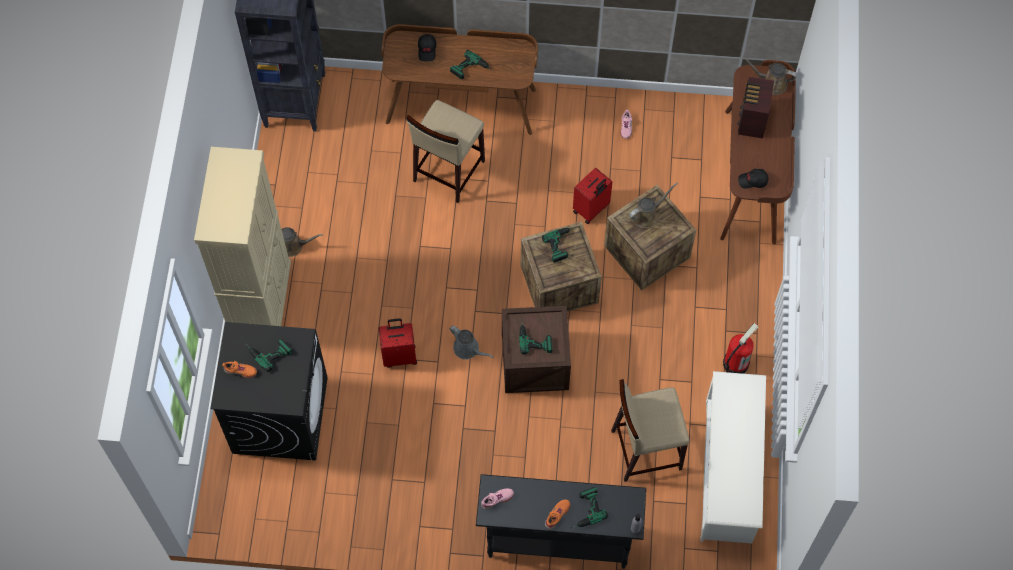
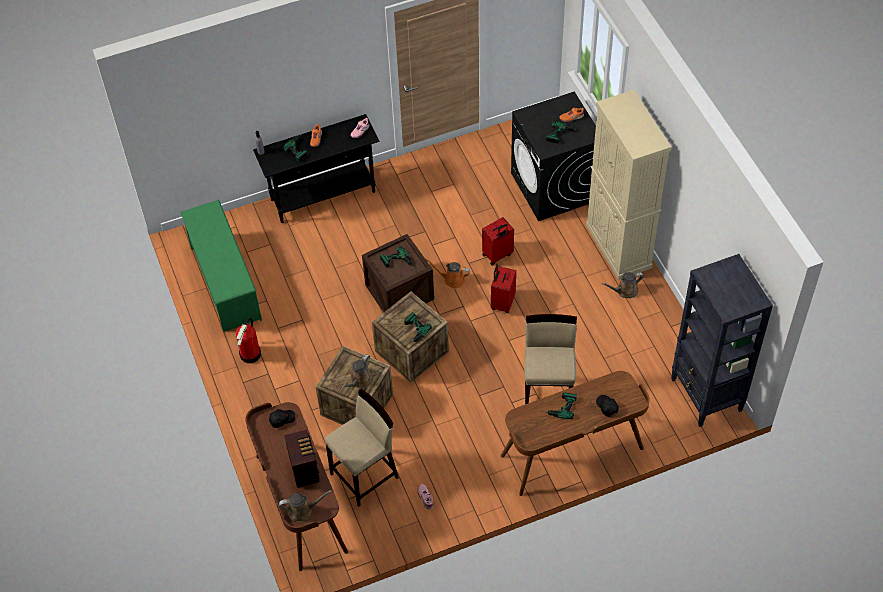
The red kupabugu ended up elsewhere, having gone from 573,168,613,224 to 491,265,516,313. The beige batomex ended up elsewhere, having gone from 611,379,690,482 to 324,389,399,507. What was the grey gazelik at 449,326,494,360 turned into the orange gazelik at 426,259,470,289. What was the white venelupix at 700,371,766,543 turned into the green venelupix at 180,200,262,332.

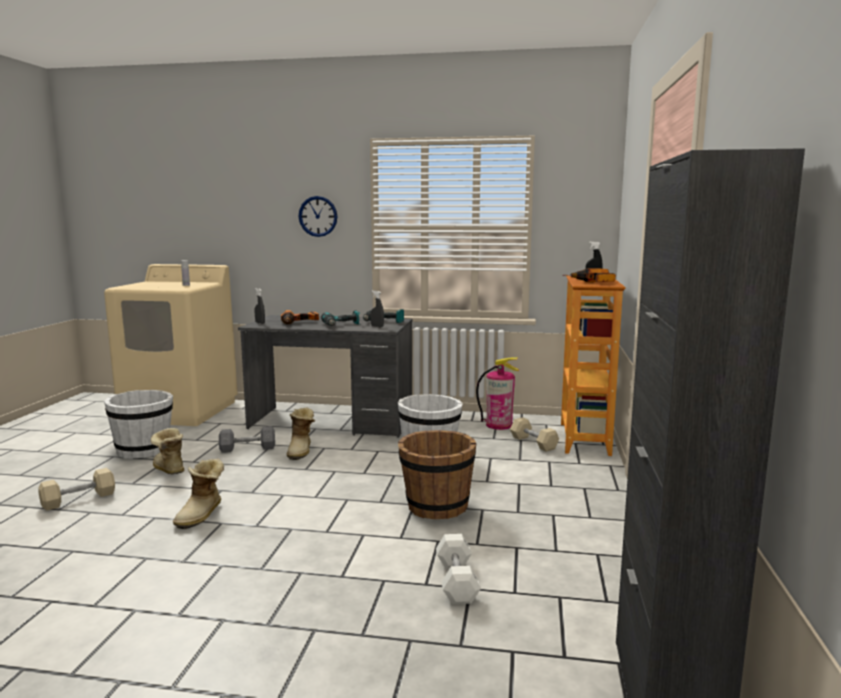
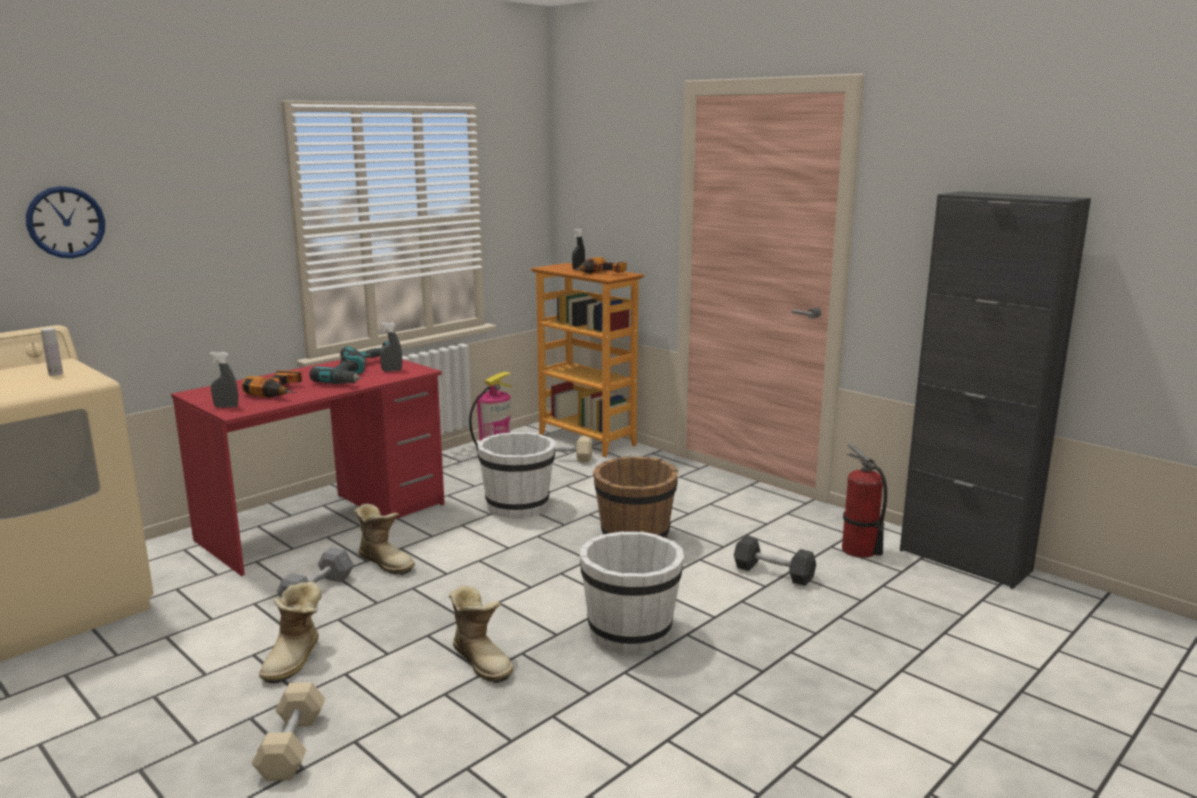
The second view gained the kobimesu at 842,443,887,558. The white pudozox ended up elsewhere, having gone from 104,390,173,459 to 580,531,684,655. The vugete ended up elsewhere, having gone from 299,196,337,237 to 26,186,105,258. What was the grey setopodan at 238,315,412,438 turned into the red setopodan at 171,356,445,576. What was the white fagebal at 436,534,481,604 turned into the black fagebal at 734,536,816,586. The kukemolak at 151,428,184,474 ended up facing another way, 75 degrees counterclockwise from before.

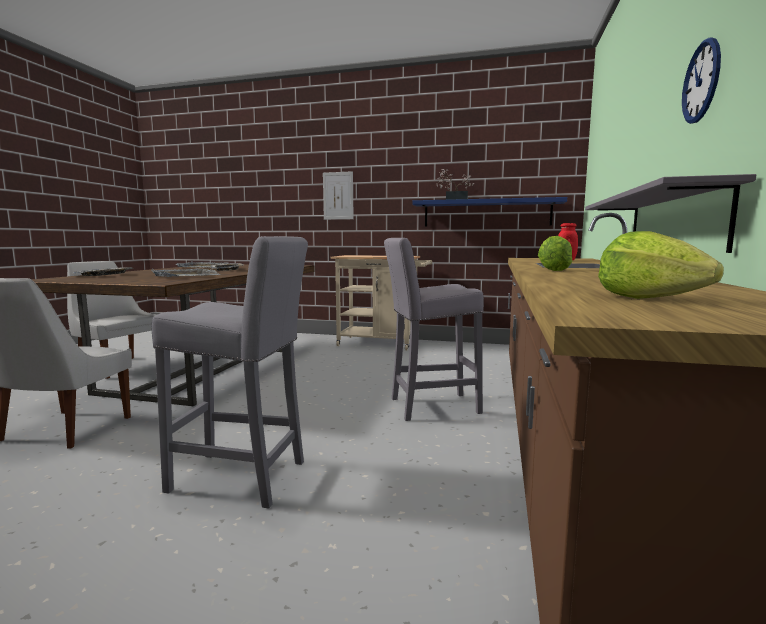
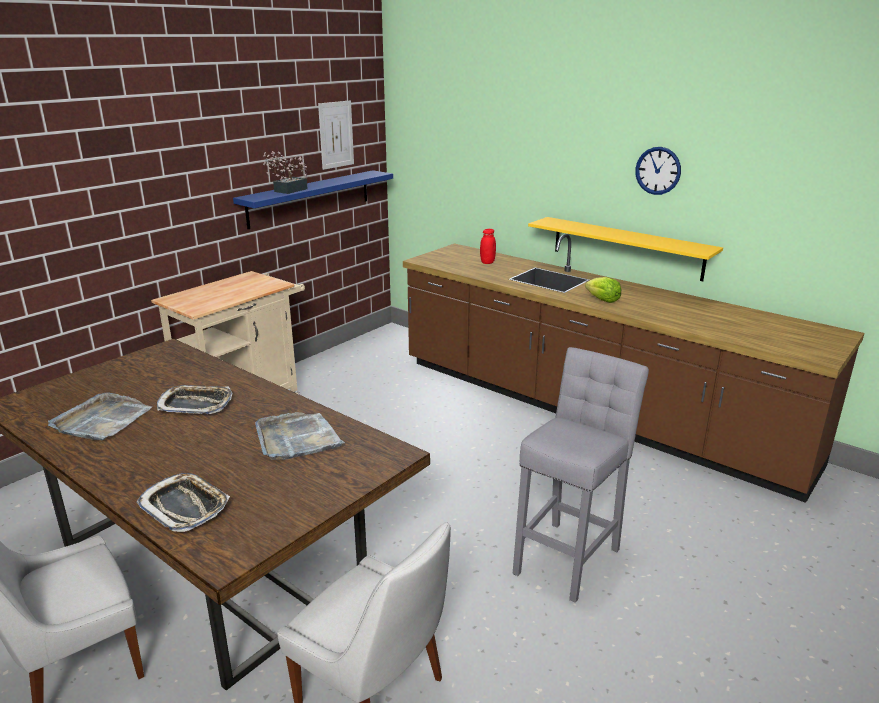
The second view lost the grey batomex at 384,238,484,421. The second view lost the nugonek at 598,231,724,299. The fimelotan ended up elsewhere, having gone from 323,171,354,220 to 318,100,354,170. What was the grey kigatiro at 585,174,756,253 turned into the yellow kigatiro at 528,217,723,281.

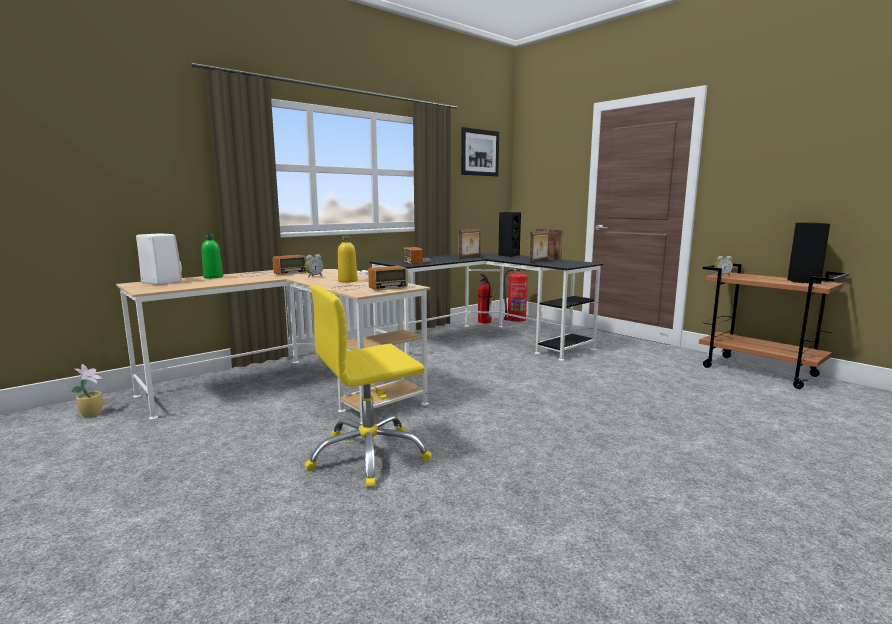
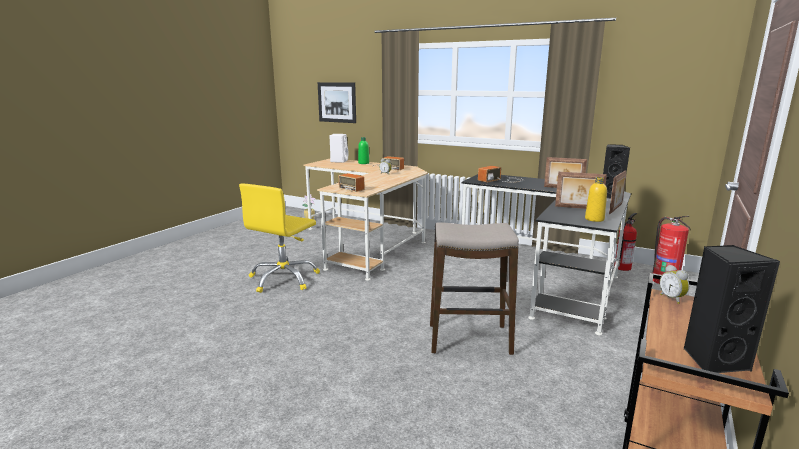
The second view gained the batomex at 430,222,519,355. The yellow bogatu ended up elsewhere, having gone from 338,236,358,283 to 585,177,607,222. The fimelotan ended up elsewhere, having gone from 461,127,499,176 to 318,82,356,123. The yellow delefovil at 305,285,432,488 ended up facing another way, 105 degrees counterclockwise from before.

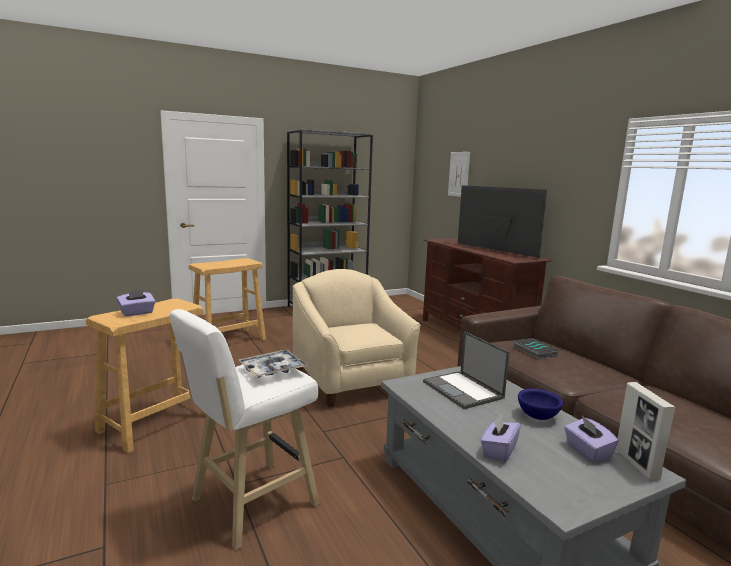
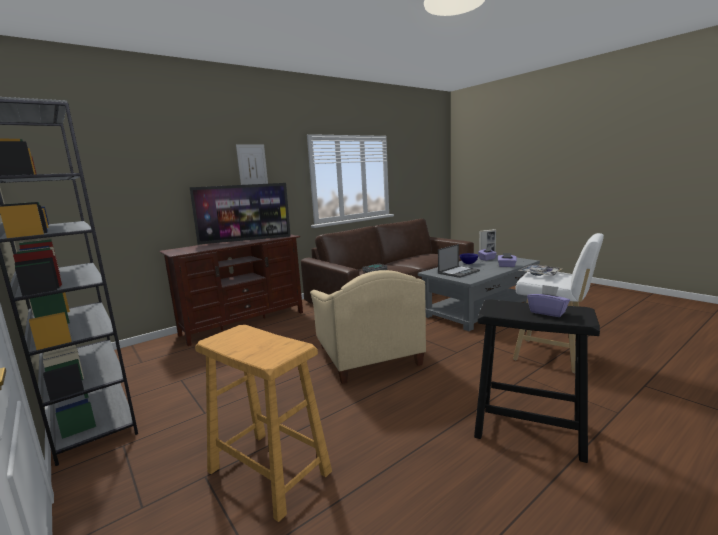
The fimelotan ended up elsewhere, having gone from 448,152,470,197 to 236,145,268,185. What was the beige batomex at 86,298,206,453 turned into the black batomex at 474,299,600,463. The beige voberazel at 293,269,421,407 ended up facing another way, 75 degrees counterclockwise from before. The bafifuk at 458,185,547,258 ended up facing another way, 150 degrees counterclockwise from before.

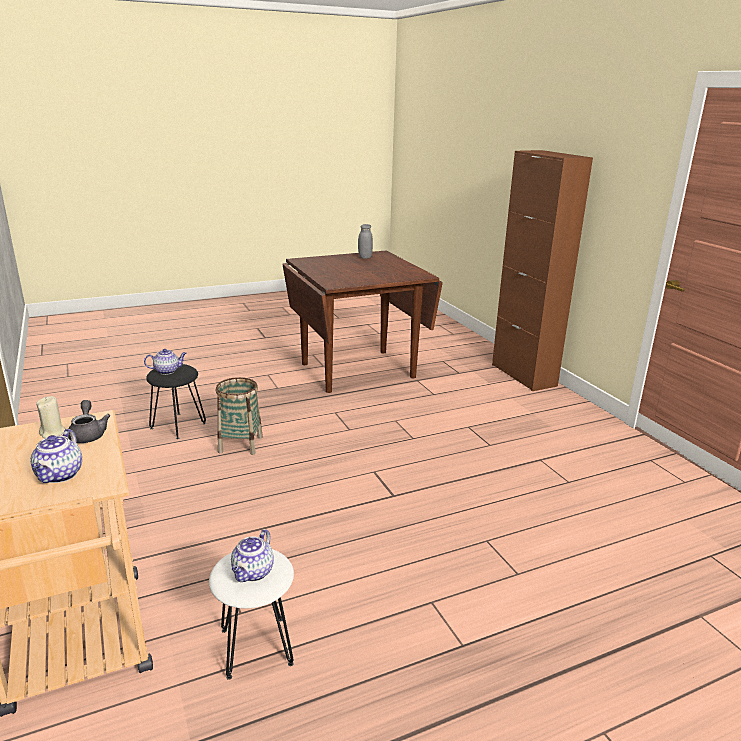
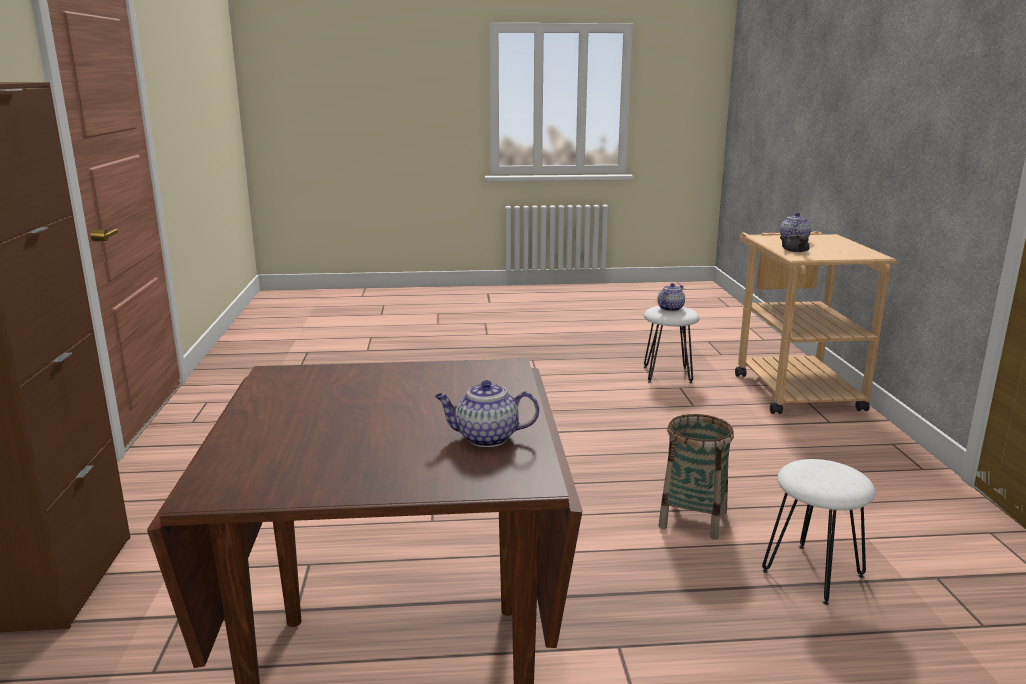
The second view lost the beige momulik at 36,396,66,438. The second view lost the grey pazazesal at 358,224,373,259. The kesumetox ended up elsewhere, having gone from 144,349,186,375 to 435,380,539,447. What was the black batomex at 146,364,206,439 turned into the white batomex at 762,459,876,605.

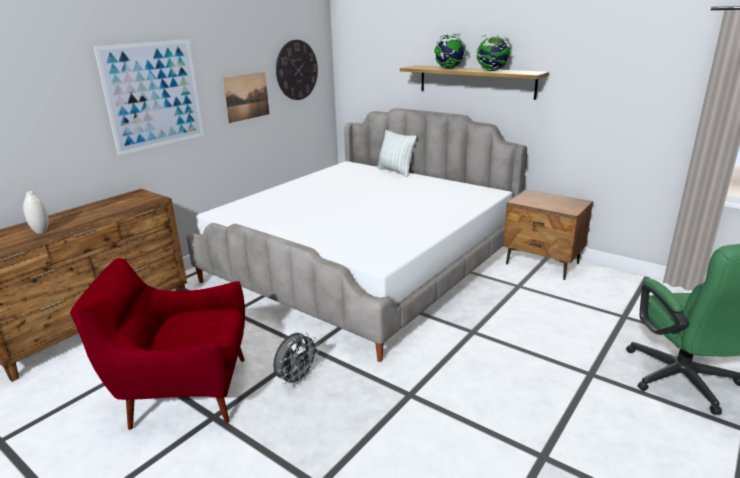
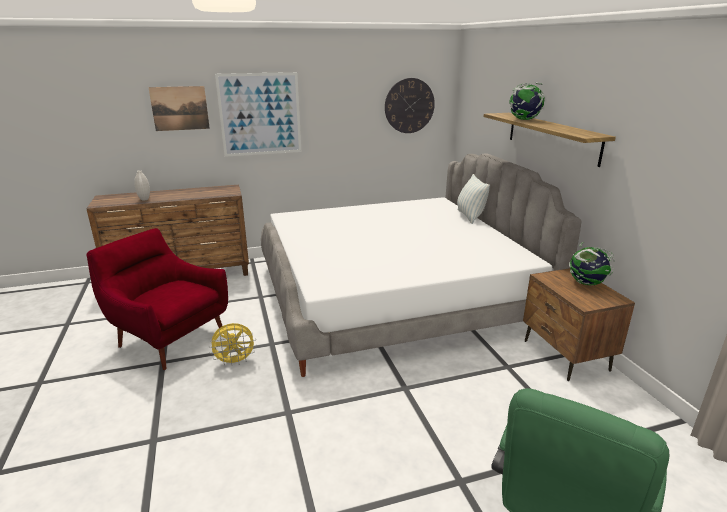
The fimelotan ended up elsewhere, having gone from 223,72,269,123 to 148,86,210,131. The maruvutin ended up elsewhere, having gone from 476,35,512,71 to 569,242,615,285. What was the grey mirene at 273,333,319,387 turned into the yellow mirene at 209,323,257,366.

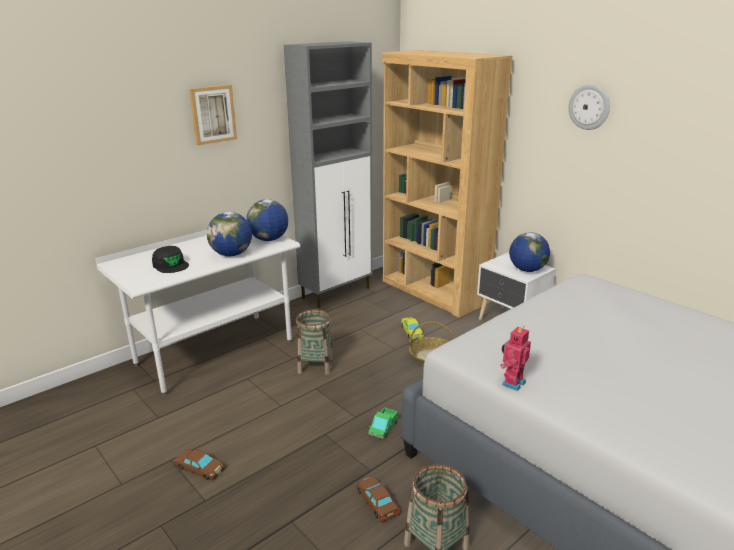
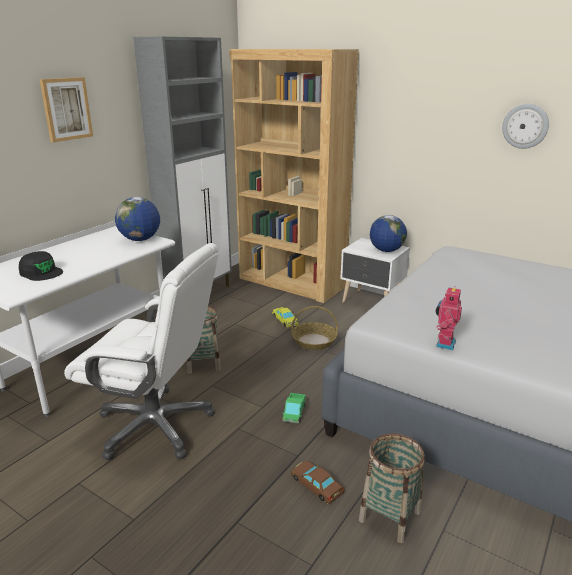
The second view lost the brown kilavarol at 174,449,225,480. The second view lost the maruvutin at 207,212,252,256. The second view gained the white delefovil at 64,243,219,460. The vugete ended up elsewhere, having gone from 569,84,610,130 to 502,104,549,149.

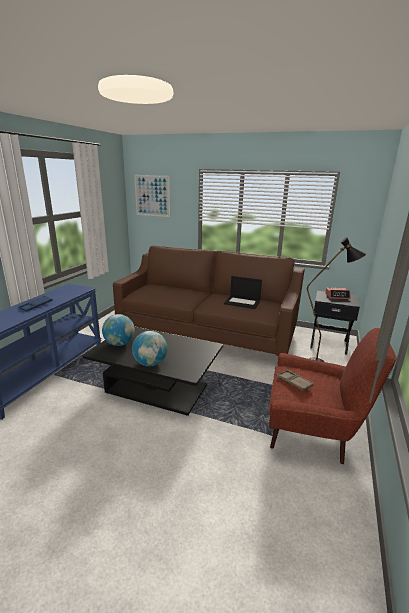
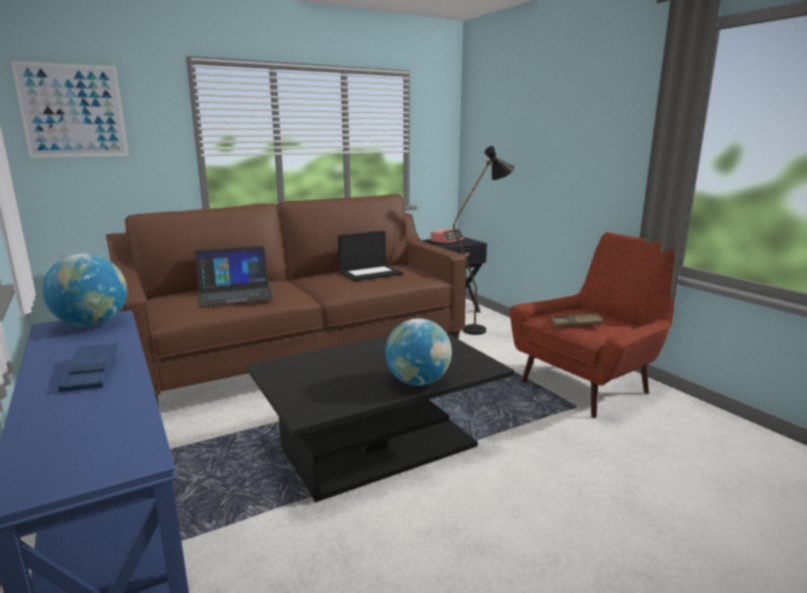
The second view gained the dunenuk at 195,246,274,307. The maruvutin ended up elsewhere, having gone from 102,314,135,346 to 42,254,127,327.

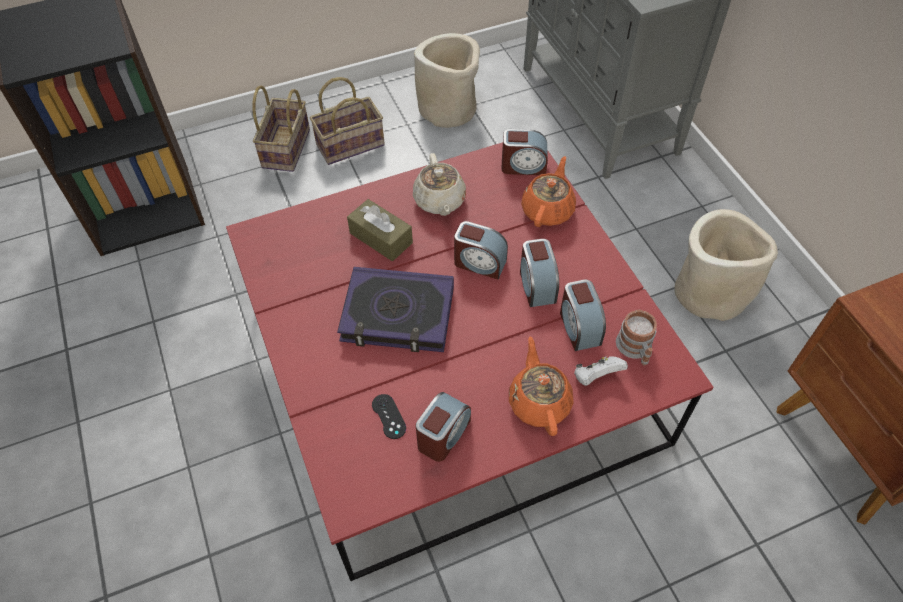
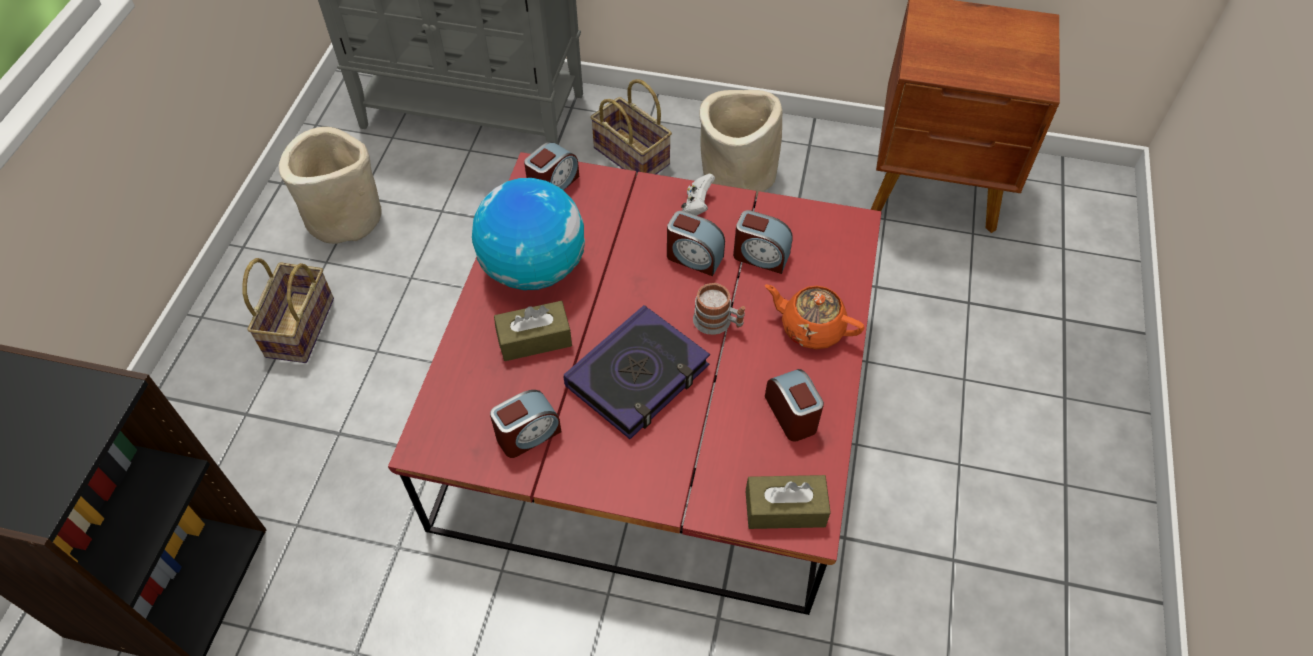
The second view lost the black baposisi at 372,394,406,439. The second view lost the orange kesumetox at 521,156,576,227. The second view gained the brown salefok at 746,475,831,529. The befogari ended up elsewhere, having gone from 252,86,310,172 to 590,79,672,177. The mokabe ended up elsewhere, having gone from 454,221,508,279 to 490,390,561,458. The white baposisi ended up elsewhere, having gone from 574,356,628,386 to 681,173,715,216. The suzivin ended up elsewhere, having gone from 616,310,657,365 to 693,283,745,335. Where the beige kesumetox stood at 413,153,466,216, the maruvutin came to stand at 472,178,585,290.

